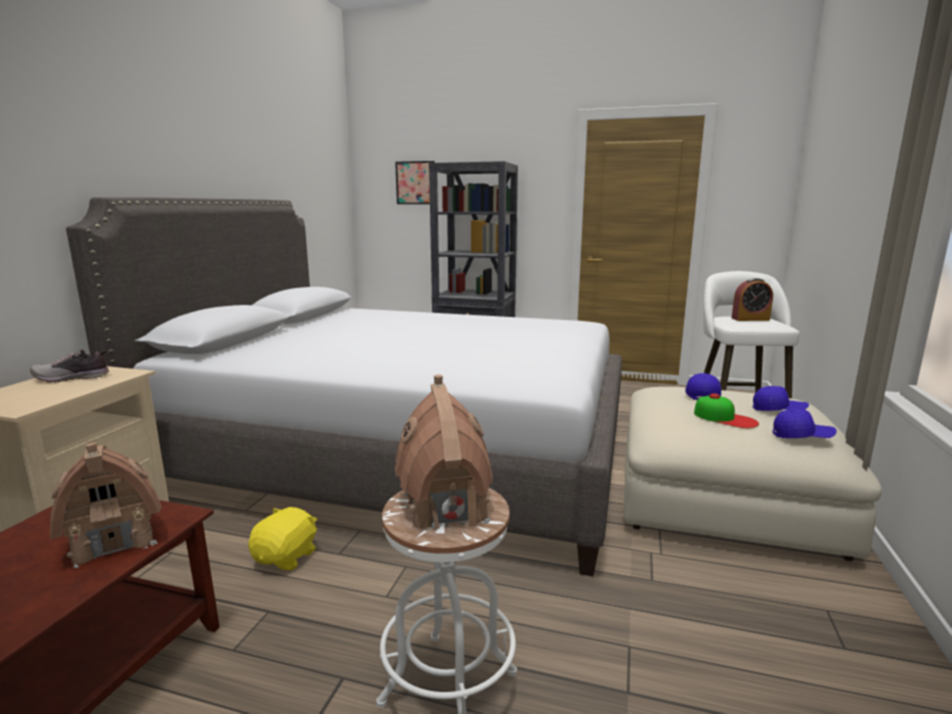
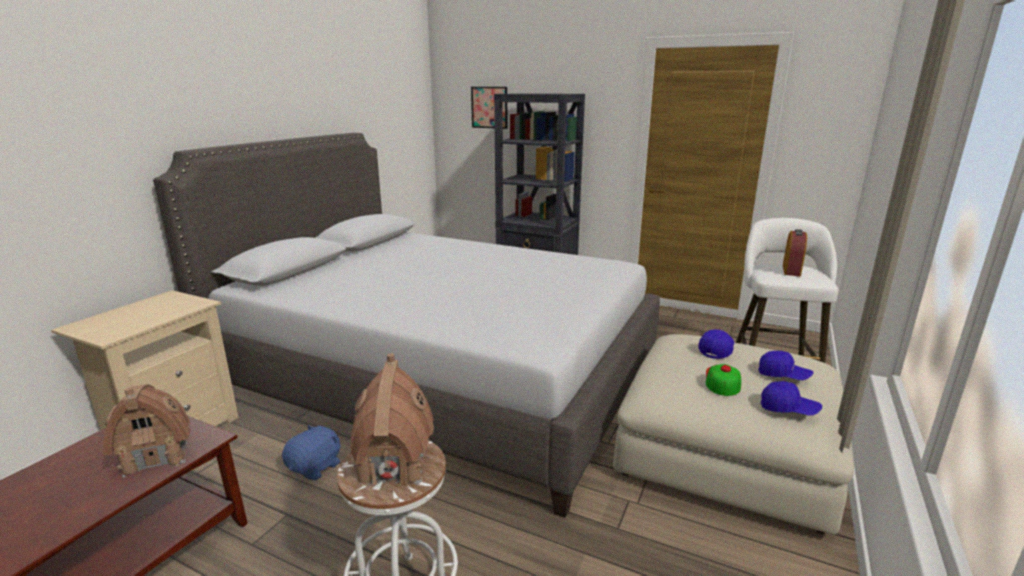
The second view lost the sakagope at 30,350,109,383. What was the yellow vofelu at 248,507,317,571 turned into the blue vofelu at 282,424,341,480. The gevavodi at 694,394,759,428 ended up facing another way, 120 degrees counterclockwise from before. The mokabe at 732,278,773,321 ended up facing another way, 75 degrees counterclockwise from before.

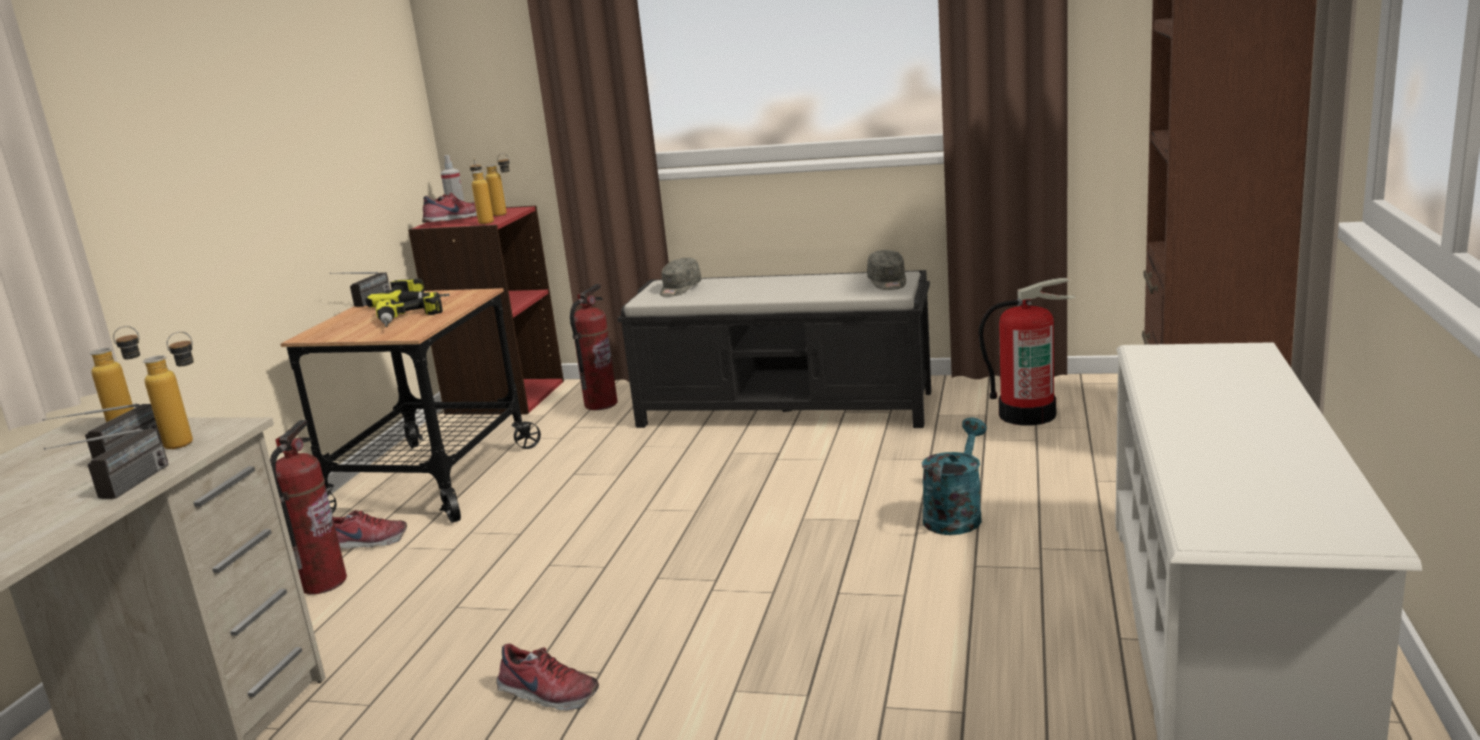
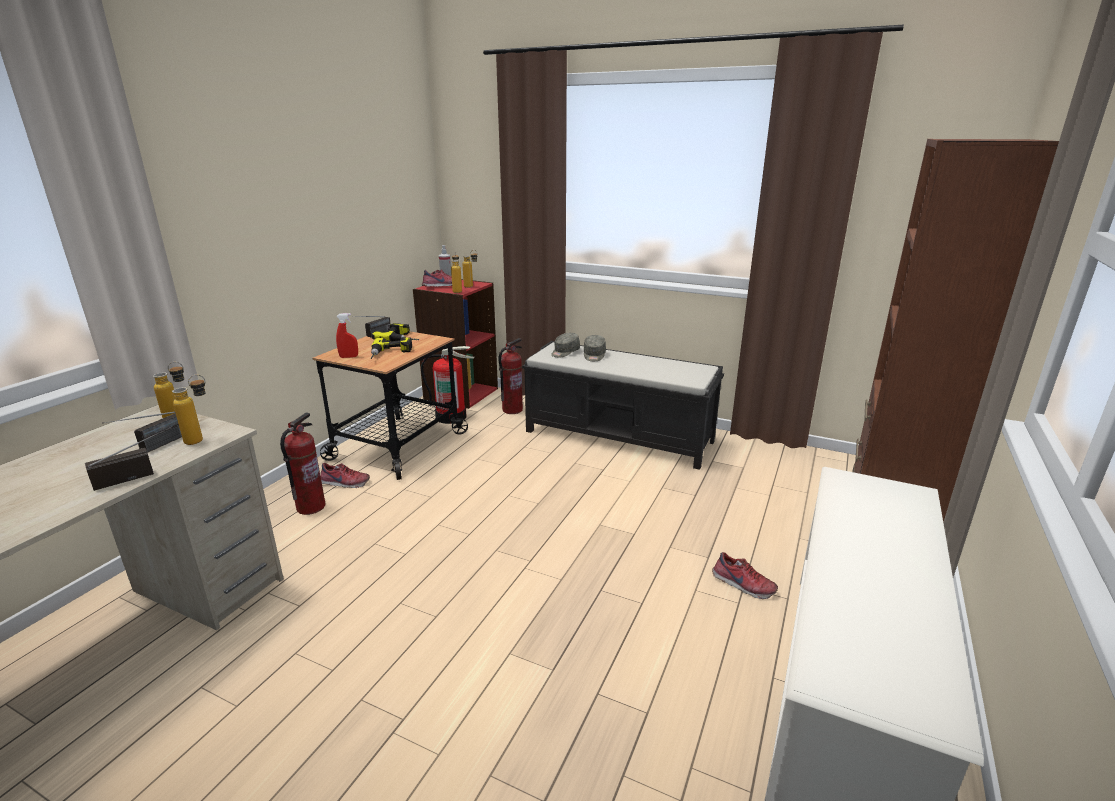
The second view lost the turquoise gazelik at 922,417,987,535. The second view gained the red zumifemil at 336,313,358,358. The sakagope ended up elsewhere, having gone from 496,644,599,711 to 712,552,778,599. The grey gevavodi ended up elsewhere, having gone from 867,250,906,290 to 584,335,606,361. The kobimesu ended up elsewhere, having gone from 979,278,1077,426 to 421,346,475,424. The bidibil at 44,429,169,499 ended up facing another way, 150 degrees counterclockwise from before.

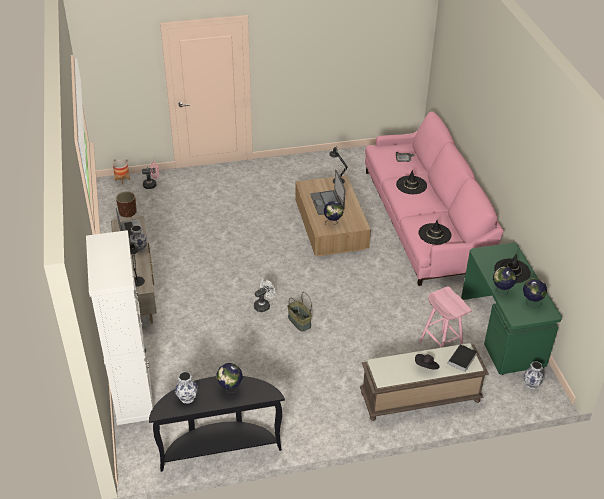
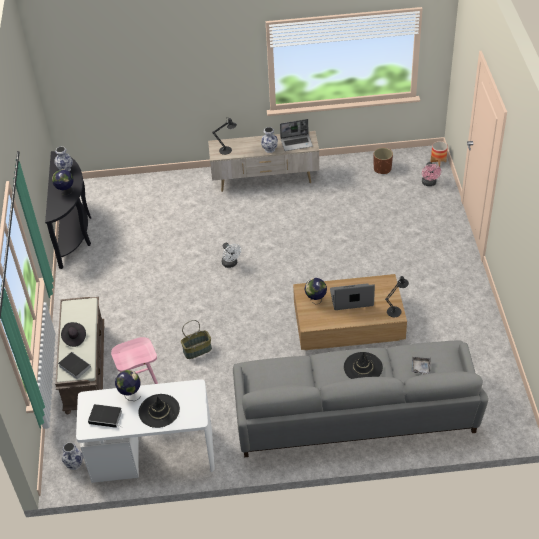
The second view lost the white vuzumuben at 86,230,153,425. The second view lost the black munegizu at 418,220,452,245. The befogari ended up elsewhere, having gone from 288,292,312,332 to 181,320,212,359. Where the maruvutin stood at 523,278,547,308, the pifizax came to stand at 88,404,123,428. What was the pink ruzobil at 365,111,504,286 turned into the grey ruzobil at 233,341,488,457. What was the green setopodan at 461,243,562,375 turned into the white setopodan at 76,379,215,483.

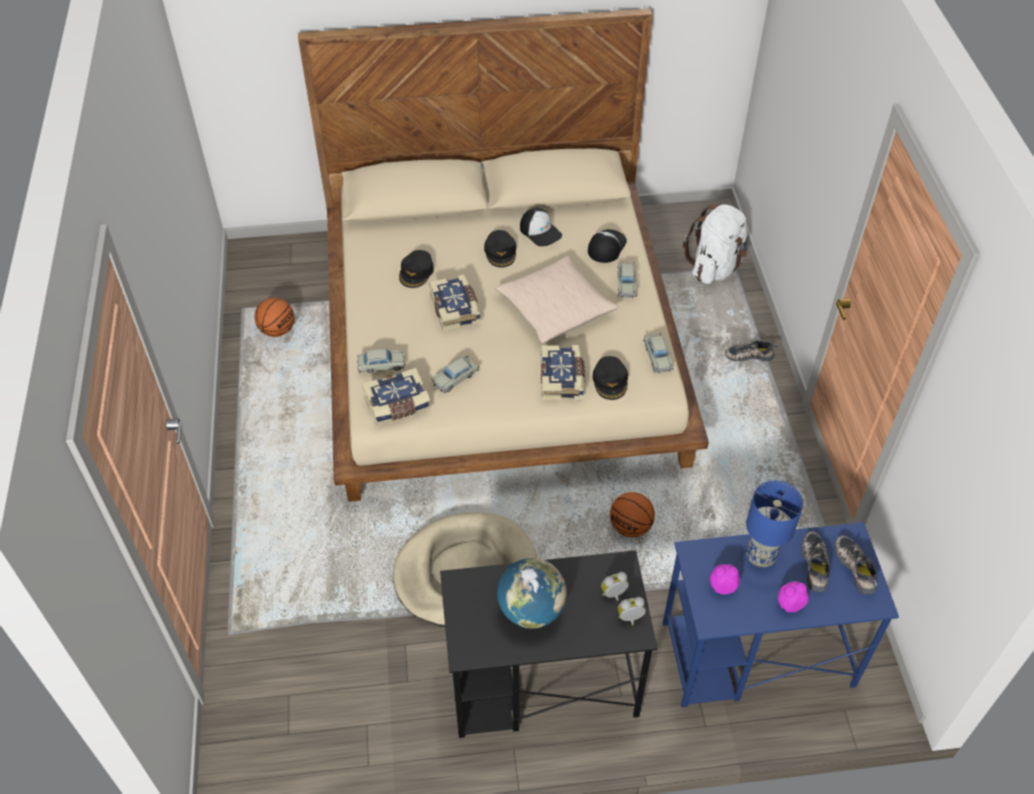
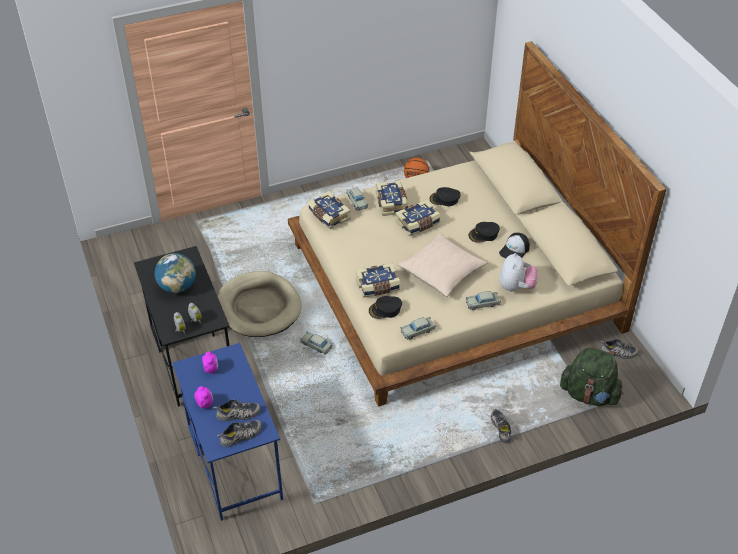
The second view lost the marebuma at 610,492,655,537. The second view lost the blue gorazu at 746,481,803,567. The second view gained the pifizax at 375,181,408,216. The second view gained the sakagope at 600,339,638,359. The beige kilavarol ended up elsewhere, having gone from 432,355,479,393 to 300,331,332,355. Where the gevavodi stood at 588,229,627,263, the vofelu came to stand at 499,253,538,292. What was the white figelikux at 682,204,748,284 turned into the green figelikux at 560,346,624,406.

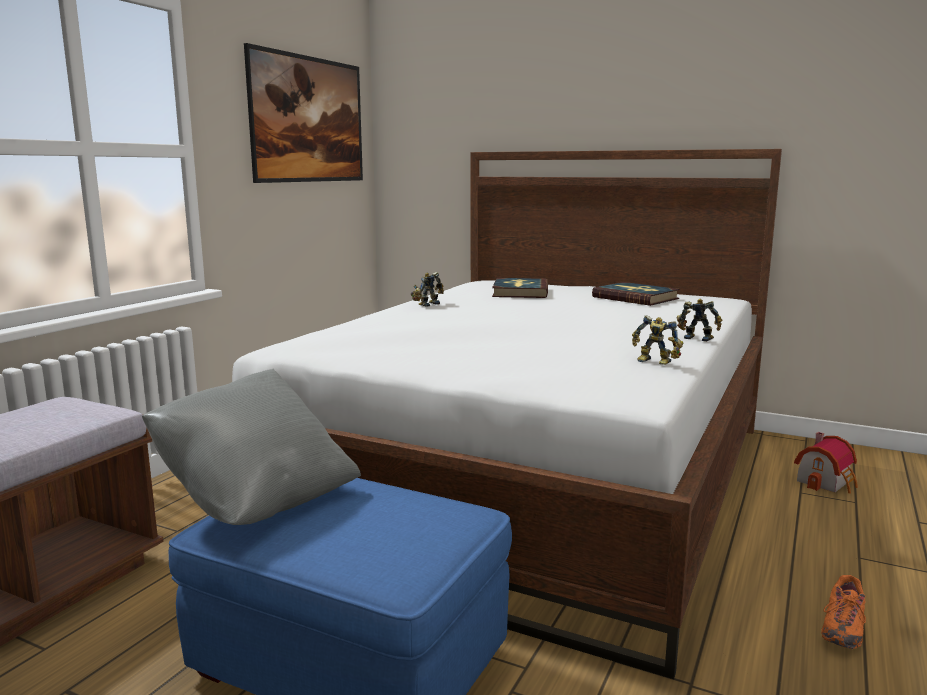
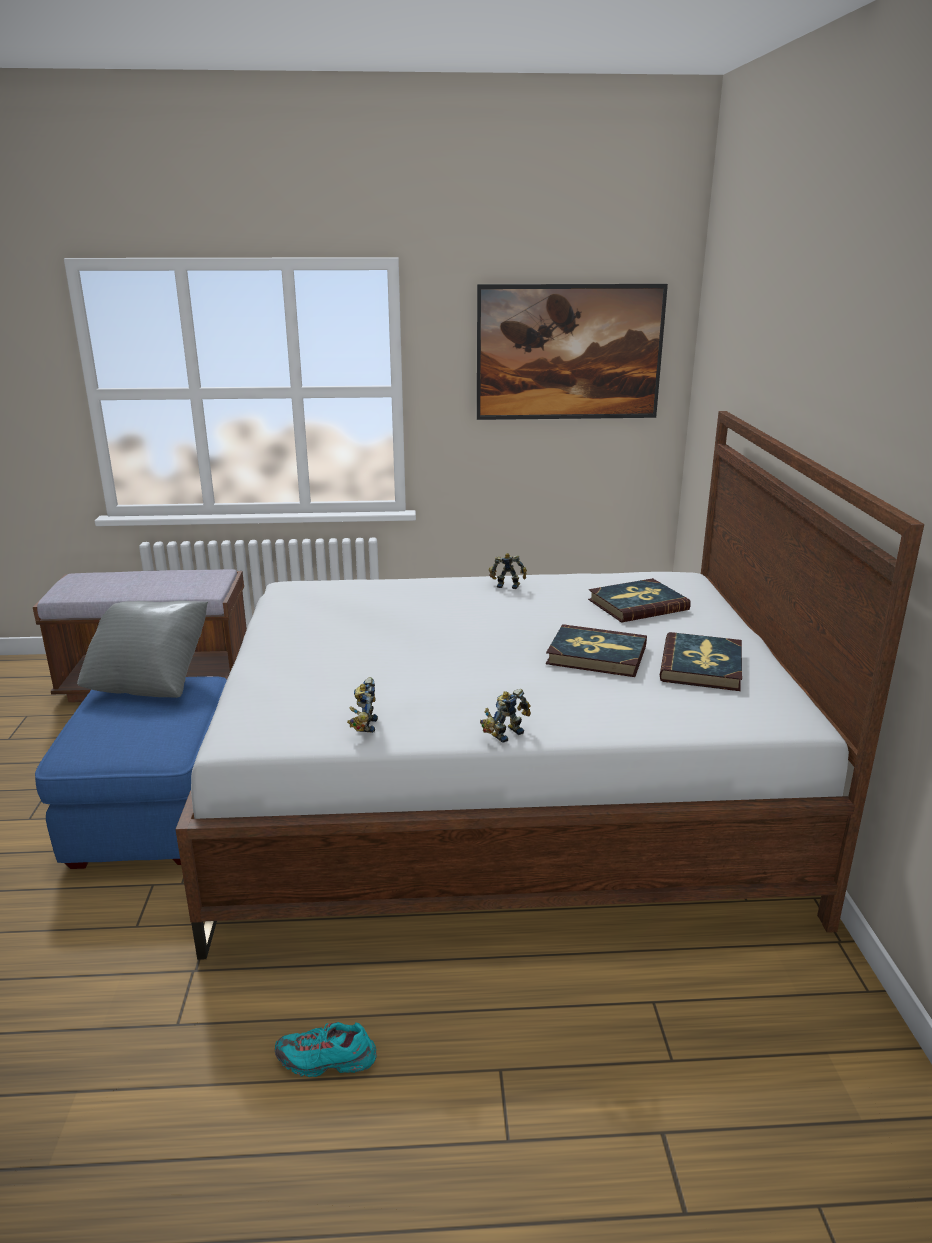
The second view lost the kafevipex at 794,432,858,494. The second view gained the pifizax at 546,624,647,677. What was the orange sakagope at 821,575,866,649 turned into the turquoise sakagope at 275,1022,377,1077. The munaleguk at 676,299,722,342 ended up facing another way, 135 degrees counterclockwise from before.

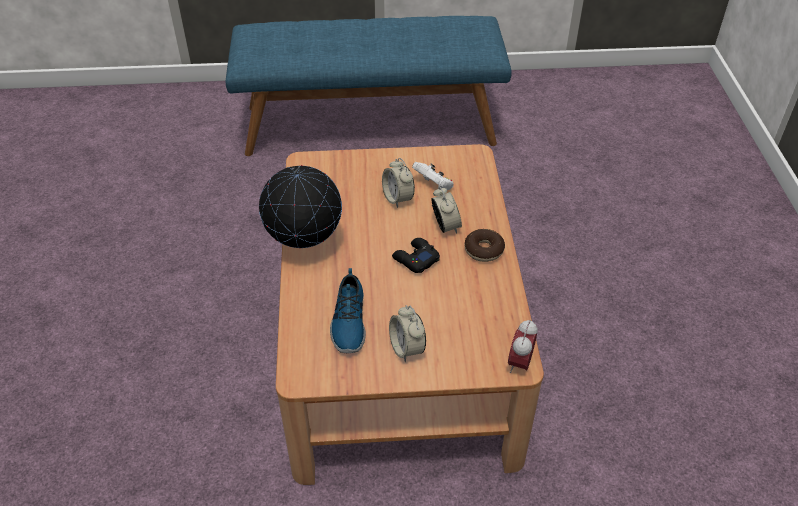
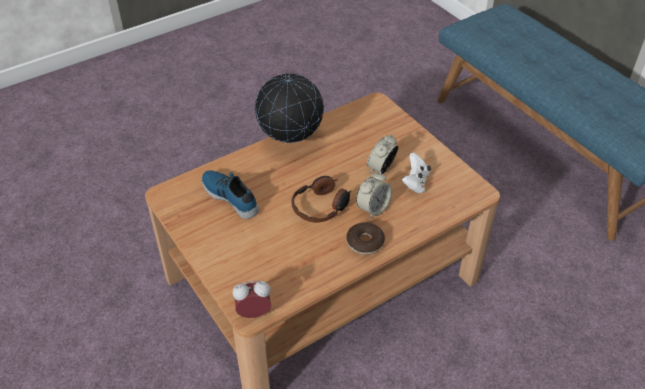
The second view lost the mokabe at 389,305,426,362. Where the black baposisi stood at 392,238,440,273, the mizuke came to stand at 291,176,352,223. The sakagope at 330,268,366,353 ended up facing another way, 75 degrees clockwise from before.

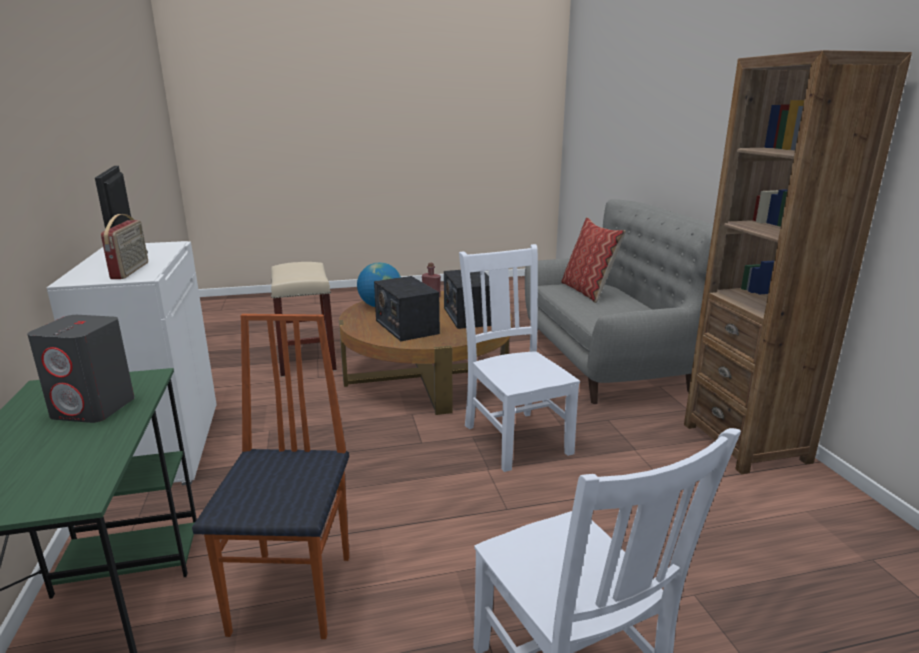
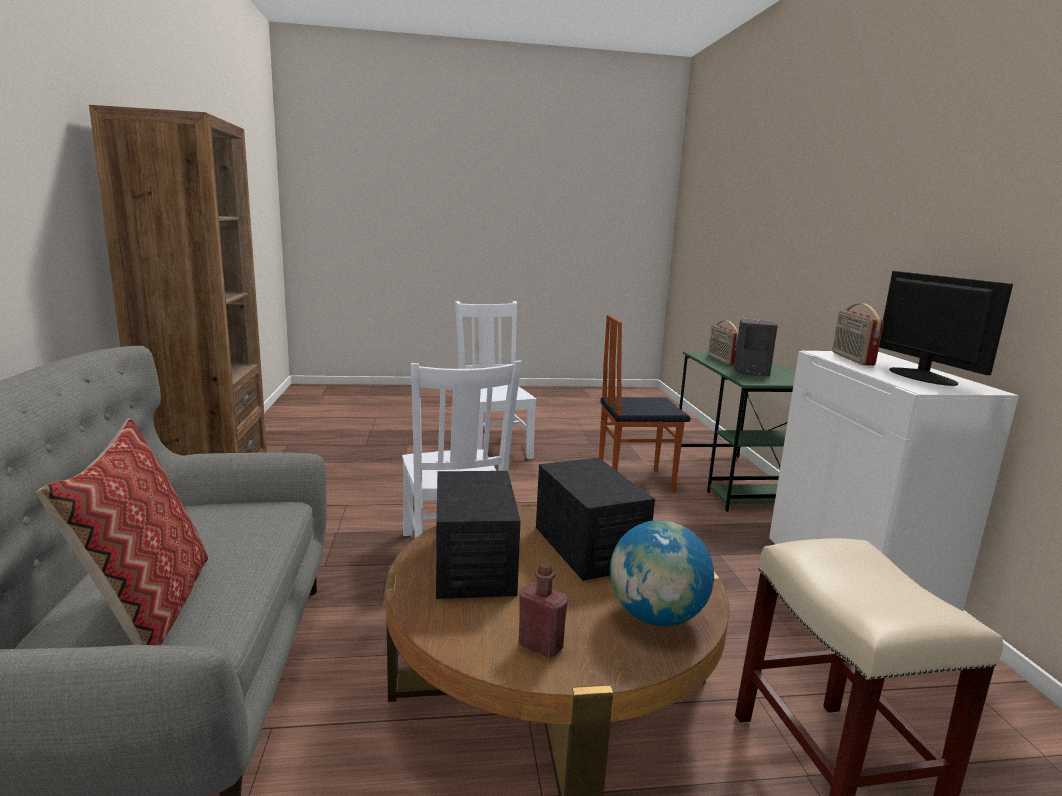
The second view gained the bidibil at 708,321,738,365. The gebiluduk at 192,314,349,639 ended up facing another way, 75 degrees clockwise from before.

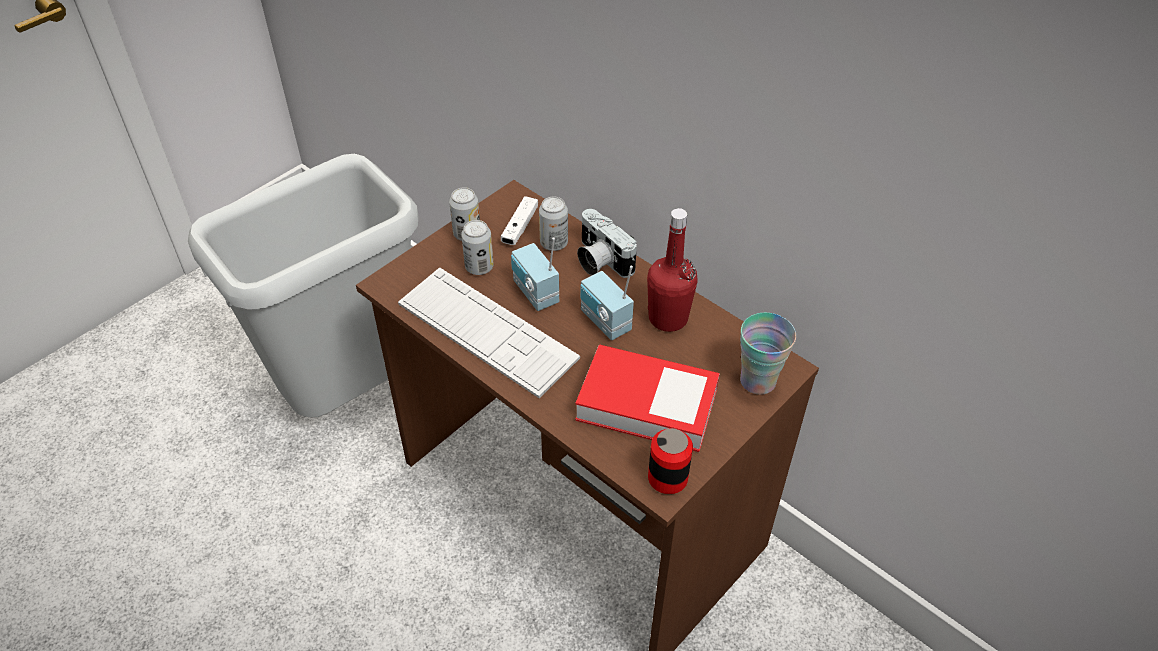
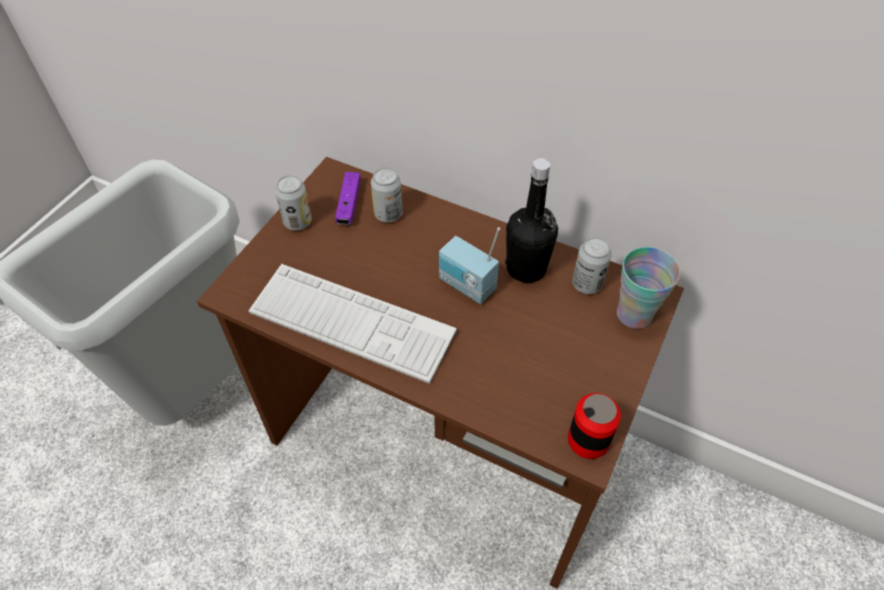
The second view lost the bidibil at 511,237,559,311. The second view lost the pifizax at 575,344,720,452. The second view lost the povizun at 577,209,637,278. The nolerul ended up elsewhere, having gone from 461,220,494,275 to 572,237,612,294. What was the white baposisi at 501,196,538,245 turned into the purple baposisi at 335,172,360,225. What was the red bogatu at 647,208,698,332 turned into the black bogatu at 505,158,558,283.

